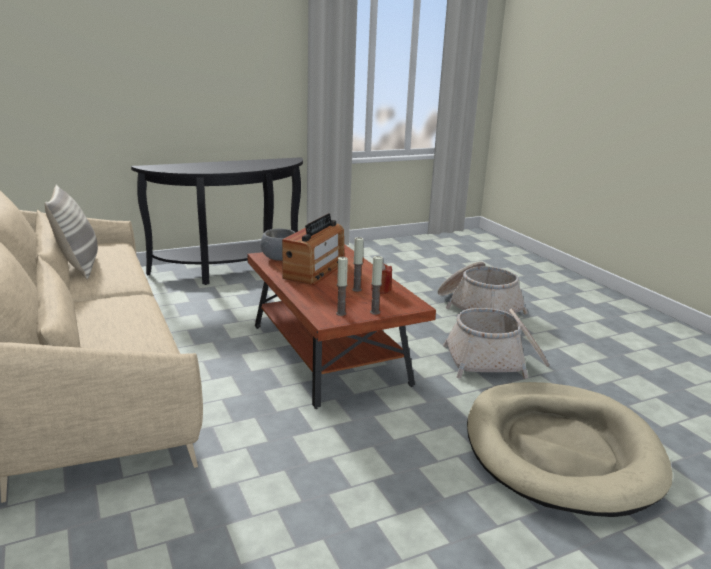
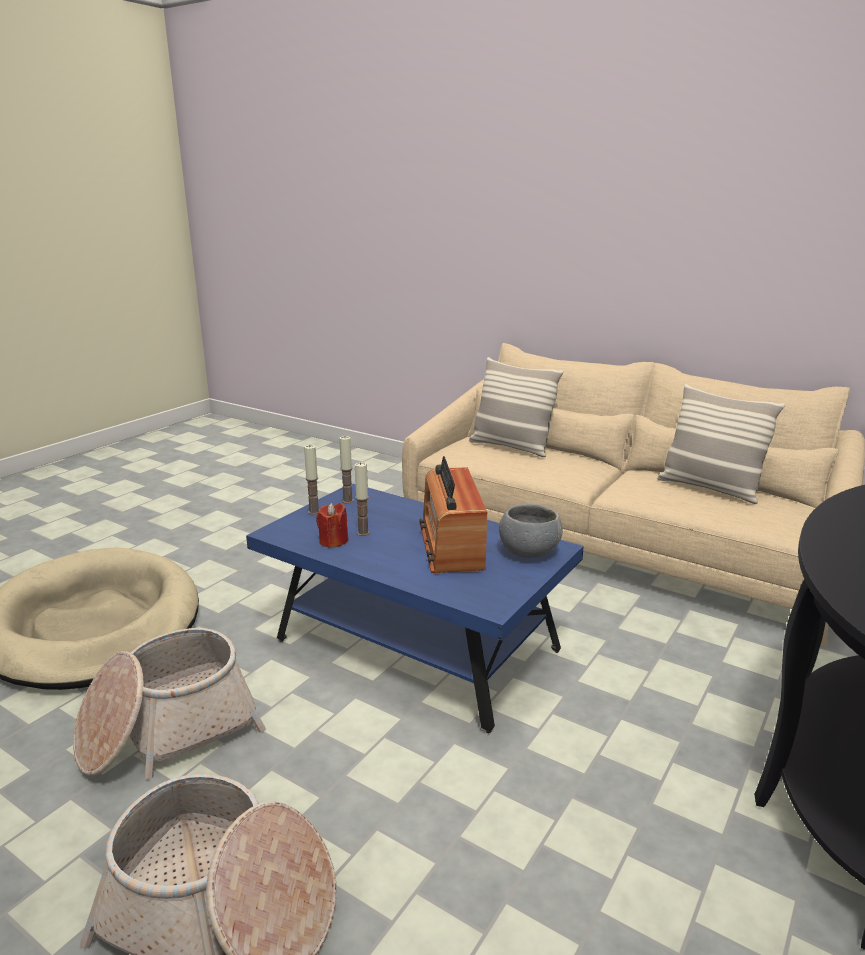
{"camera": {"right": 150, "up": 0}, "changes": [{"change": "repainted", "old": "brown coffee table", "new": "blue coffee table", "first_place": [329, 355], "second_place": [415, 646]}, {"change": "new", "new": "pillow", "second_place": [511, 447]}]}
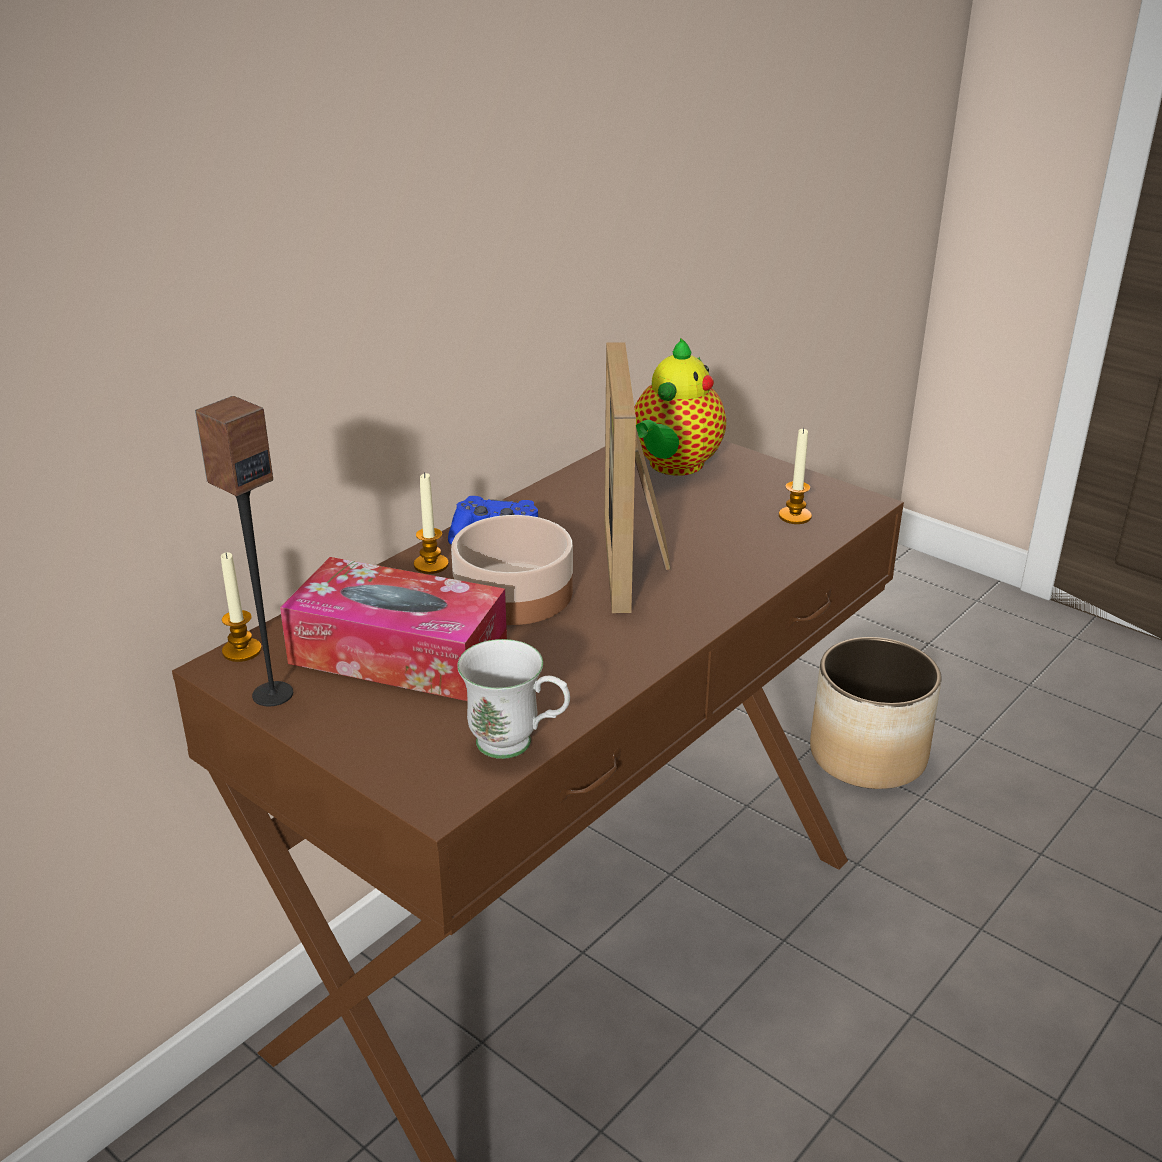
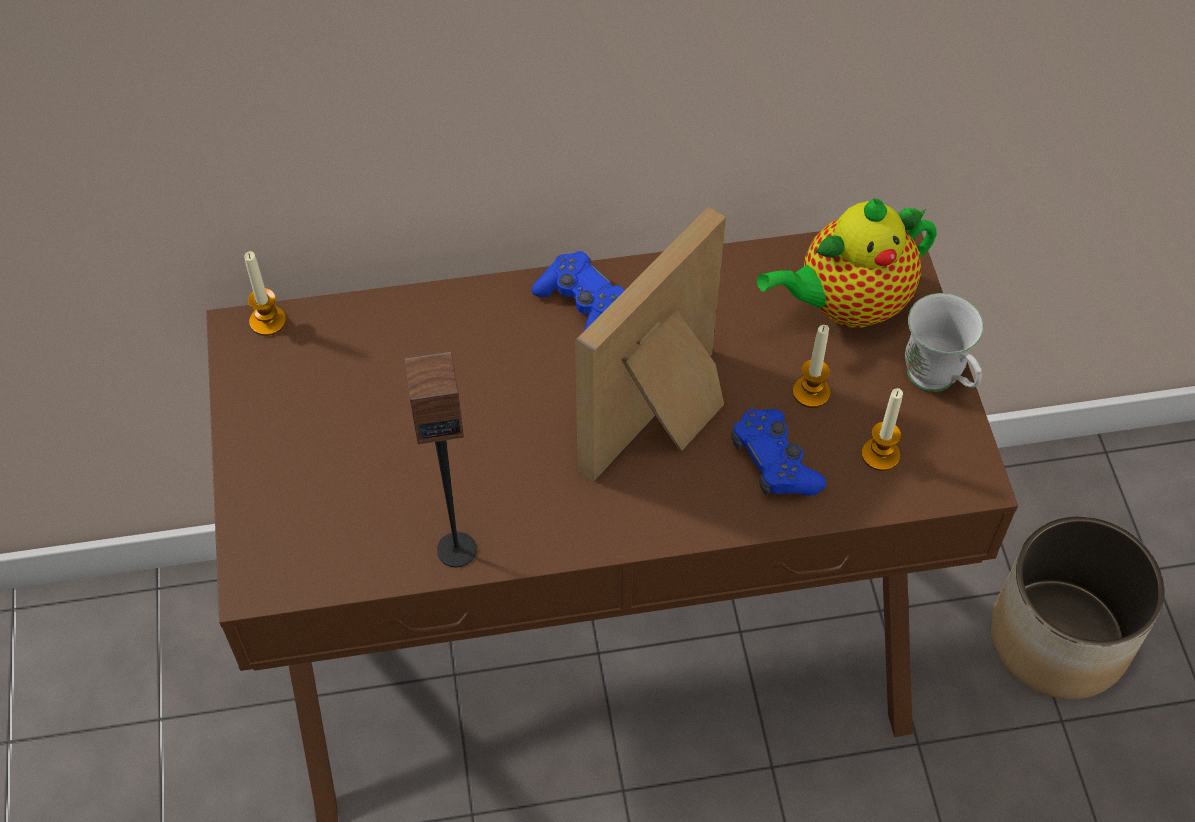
{"camera": {"right": 40, "up": 25}, "changes": [{"change": "shifted", "old": "speaker", "first_place": [272, 694], "second_place": [456, 549]}, {"change": "shifted", "old": "candle", "first_place": [431, 565], "second_place": [811, 392]}, {"change": "gone", "old": "bowl", "first_place": [515, 593]}, {"change": "gone", "old": "tissue box", "first_place": [398, 653]}, {"change": "shifted", "old": "white mug", "first_place": [517, 746], "second_place": [938, 383]}, {"change": "new", "new": "blue game controller", "second_place": [774, 463]}]}
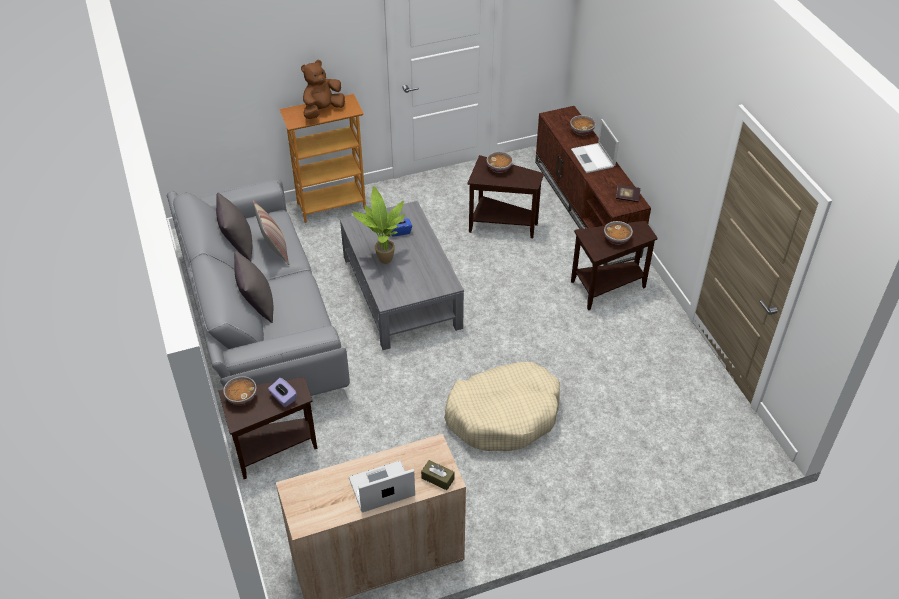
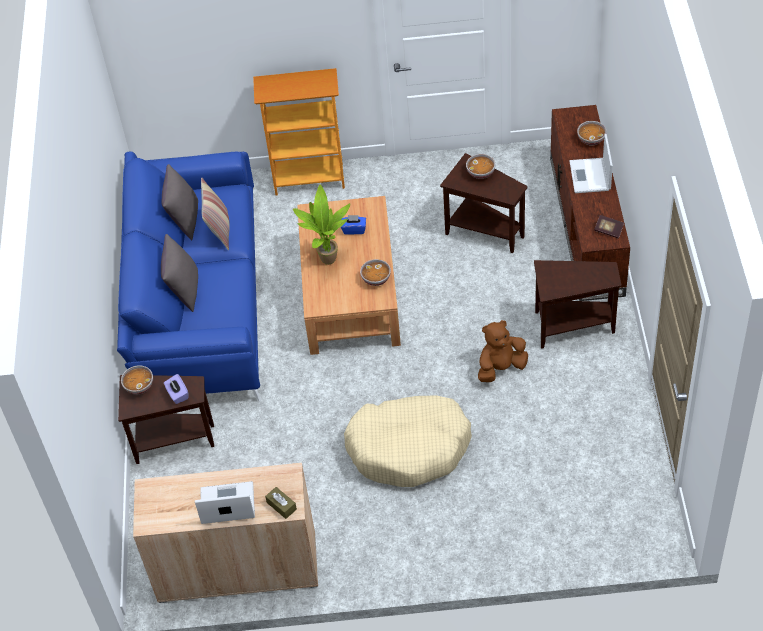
{"camera": {"right": 20, "up": 5}, "changes": [{"change": "shifted", "old": "brown plush toy", "first_place": [322, 110], "second_place": [501, 368]}, {"change": "repainted", "old": "grey sofa", "new": "blue sofa", "first_place": [261, 321], "second_place": [198, 301]}, {"change": "repainted", "old": "grey coffee table", "new": "brown coffee table", "first_place": [401, 291], "second_place": [350, 292]}, {"change": "shifted", "old": "bowl", "first_place": [617, 239], "second_place": [376, 279]}]}
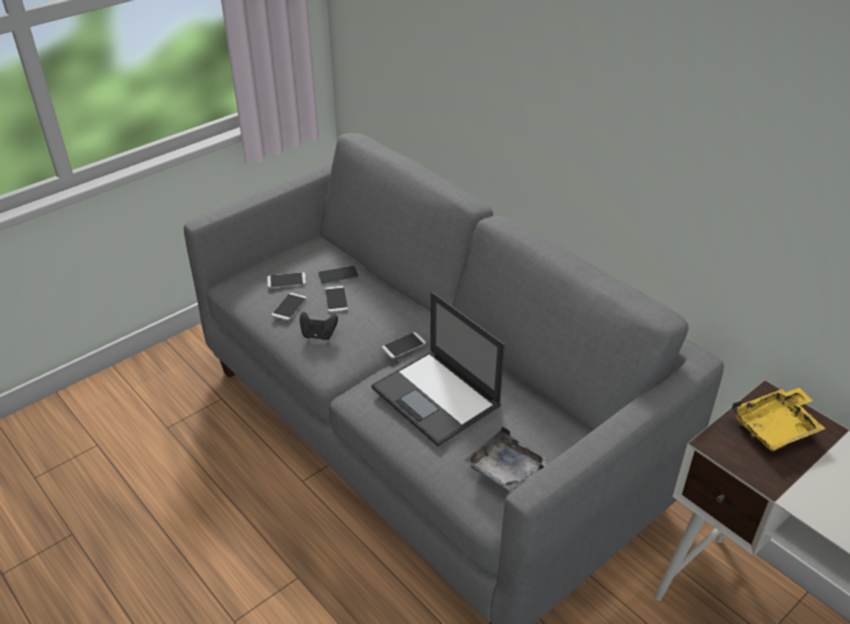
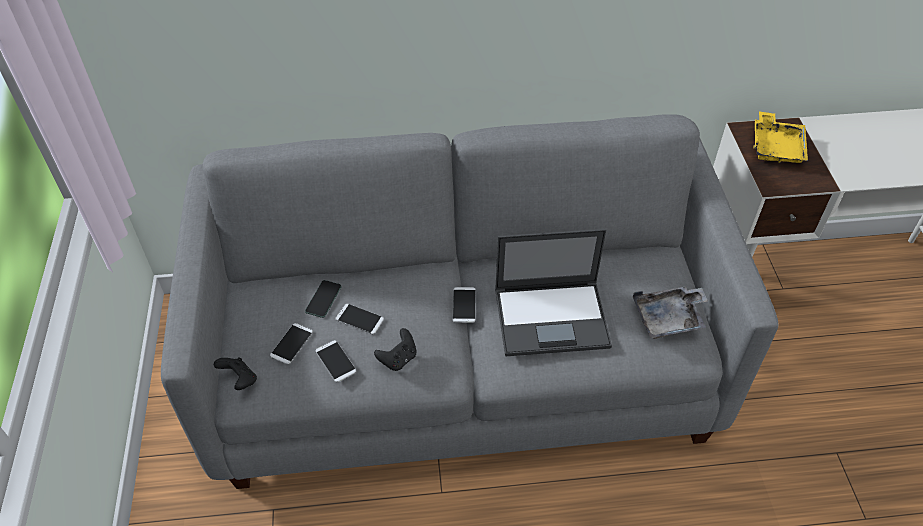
{"camera": {"right": -55, "up": 10}, "changes": [{"change": "new", "new": "black game controller", "second_place": [240, 380]}]}
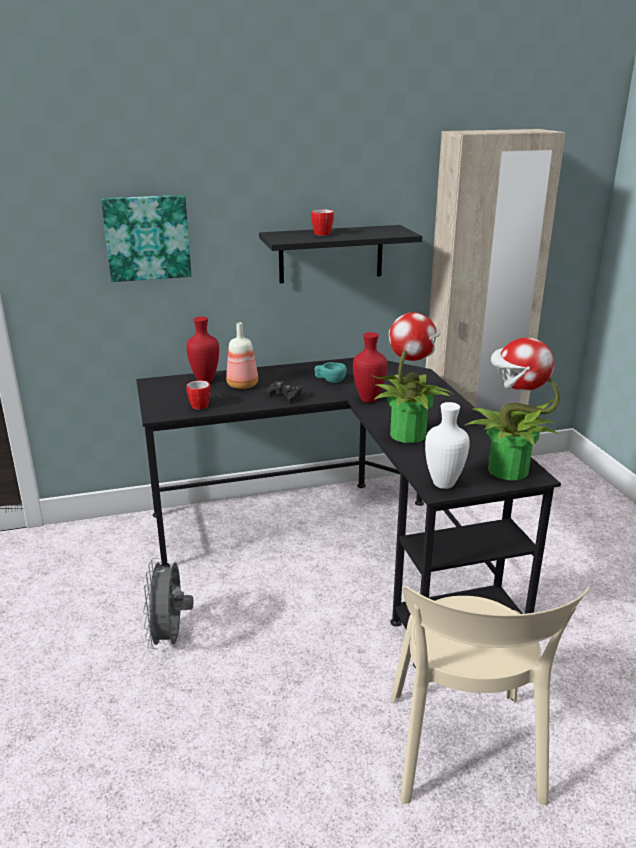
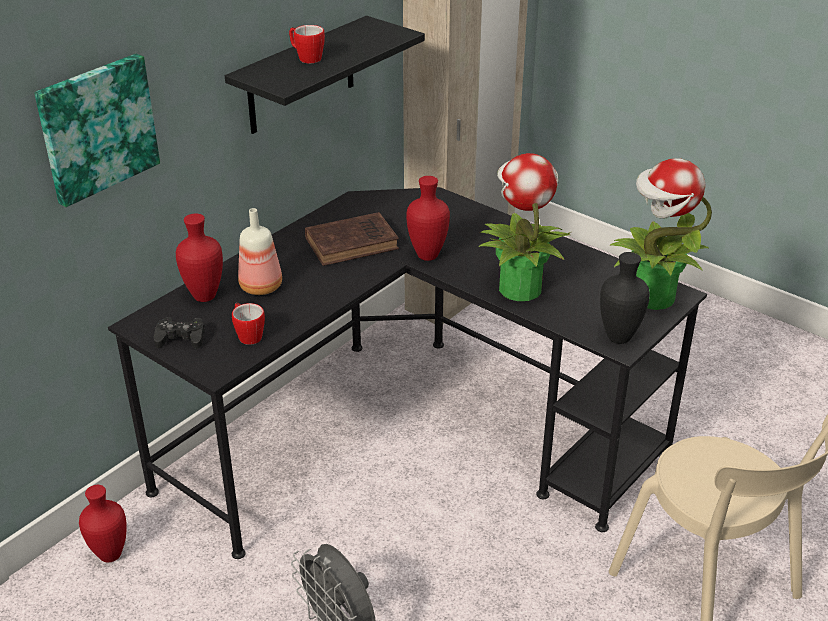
{"camera": {"right": -35, "up": 10}, "changes": [{"change": "swapped", "old": "turquoise cup", "new": "brown book", "first_place": [330, 381], "second_place": [354, 243]}, {"change": "shifted", "old": "black game controller", "first_place": [285, 396], "second_place": [181, 338]}, {"change": "repainted", "old": "white vase", "new": "black vase", "first_place": [443, 485], "second_place": [620, 338]}, {"change": "new", "new": "red vase", "second_place": [110, 554]}]}
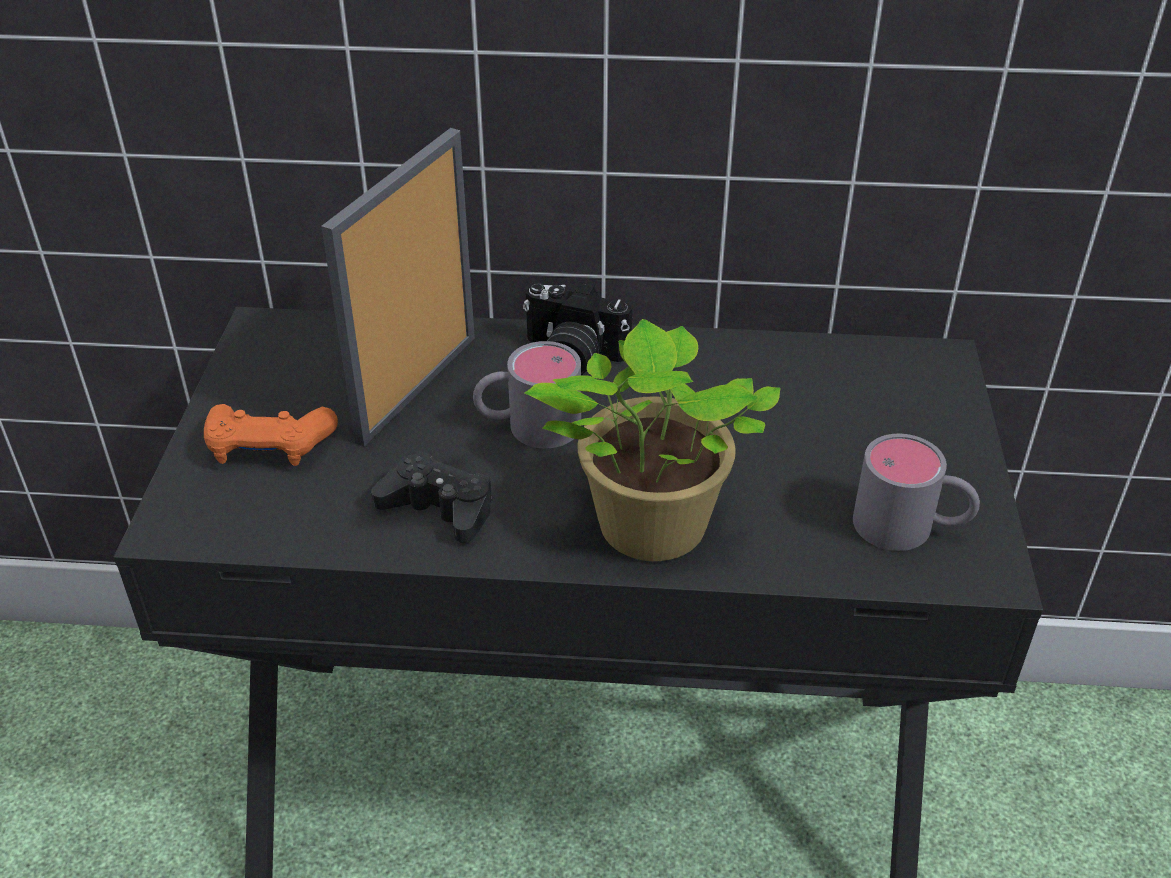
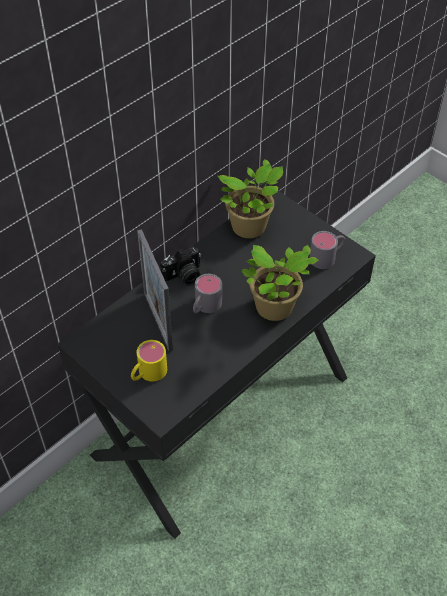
{"camera": {"right": -50, "up": 10}, "changes": [{"change": "swapped", "old": "orange game controller", "new": "yellow mug", "first_place": [269, 447], "second_place": [148, 373]}, {"change": "gone", "old": "black game controller", "first_place": [439, 507]}, {"change": "new", "new": "potted plant", "second_place": [250, 228]}]}
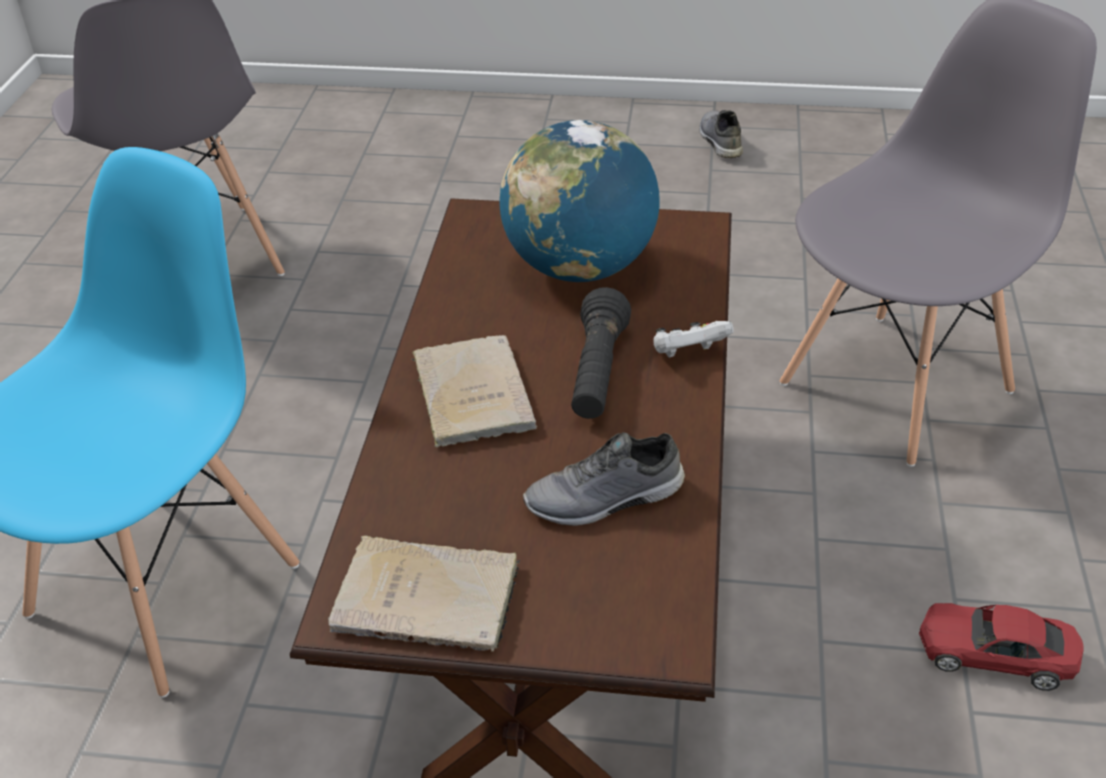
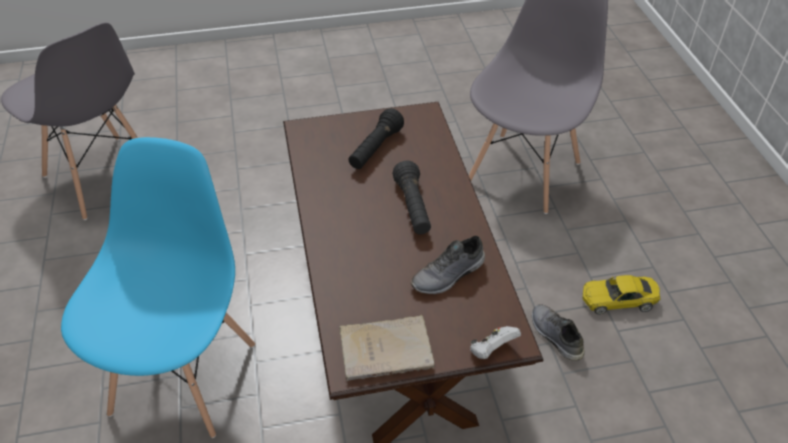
{"camera": {"right": -20, "up": 5}, "changes": [{"change": "shifted", "old": "grey shoe", "first_place": [719, 141], "second_place": [555, 336]}, {"change": "swapped", "old": "globe", "new": "black flashlight", "first_place": [580, 268], "second_place": [375, 149]}, {"change": "shifted", "old": "white game controller", "first_place": [688, 354], "second_place": [492, 350]}, {"change": "gone", "old": "beige book", "first_place": [471, 392]}, {"change": "repainted", "old": "red toy car", "new": "yellow toy car", "first_place": [995, 654], "second_place": [618, 299]}]}
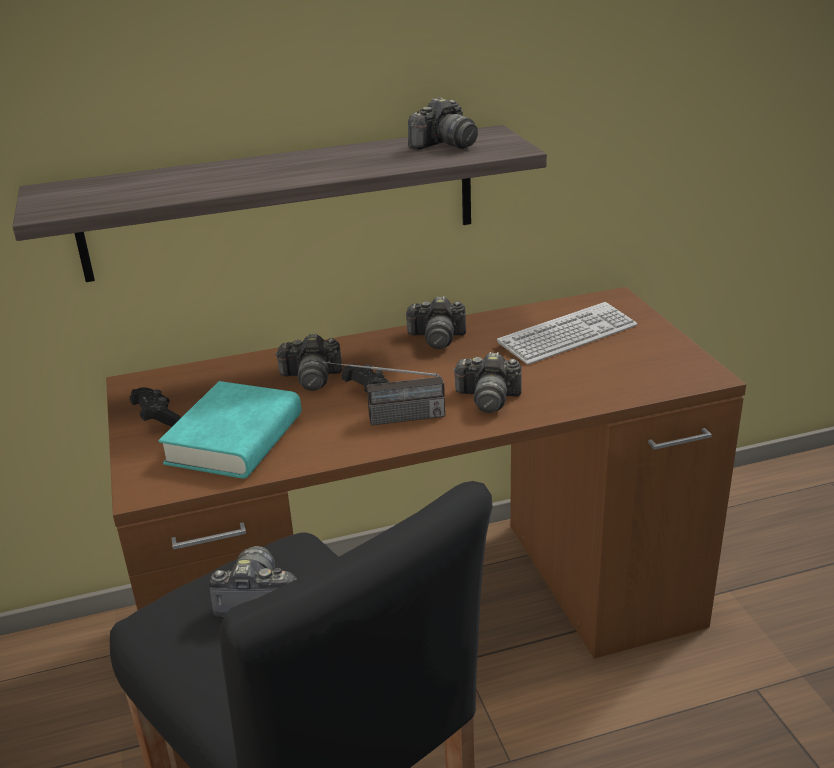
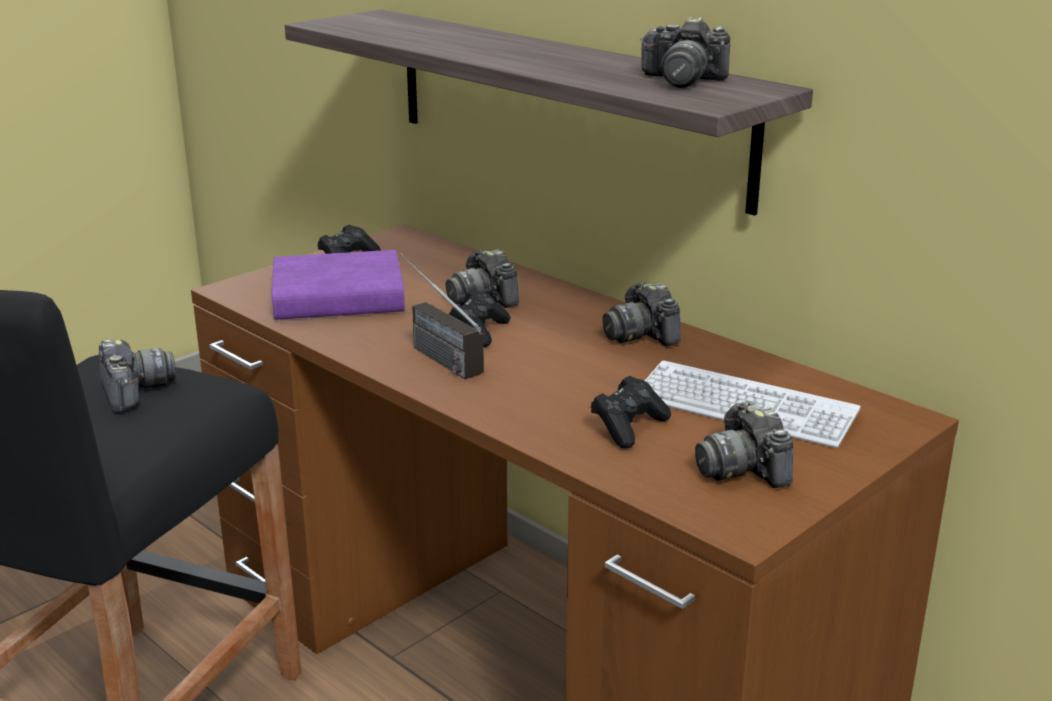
{"camera": {"right": 60, "up": -5}, "changes": [{"change": "shifted", "old": "photo camera", "first_place": [488, 398], "second_place": [743, 469]}, {"change": "repainted", "old": "turquoise book", "new": "purple book", "first_place": [235, 439], "second_place": [338, 298]}, {"change": "new", "new": "black game controller", "second_place": [629, 427]}]}
